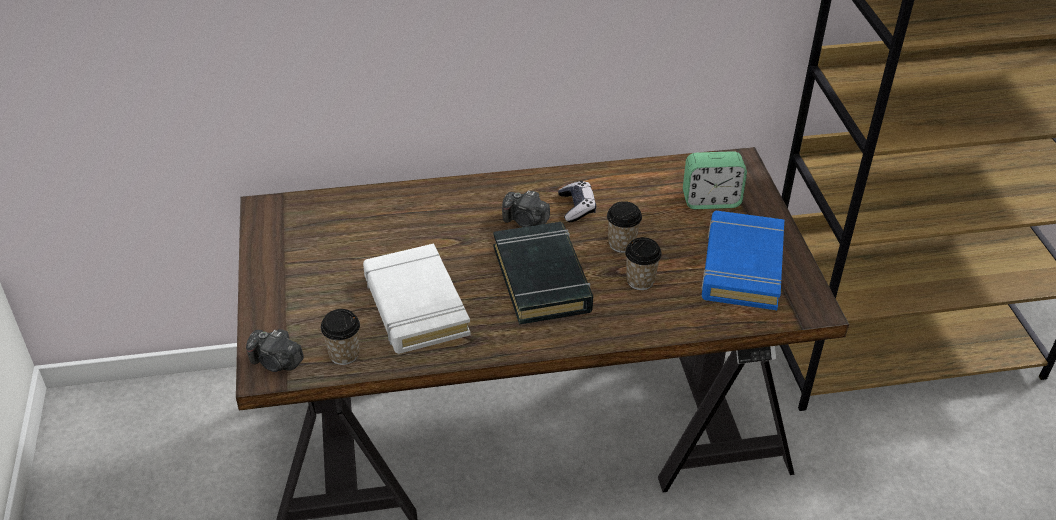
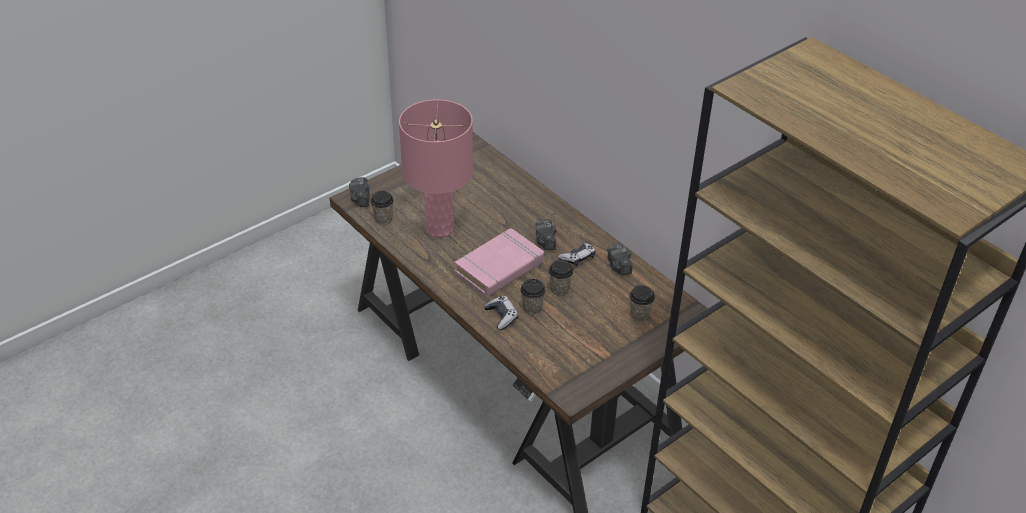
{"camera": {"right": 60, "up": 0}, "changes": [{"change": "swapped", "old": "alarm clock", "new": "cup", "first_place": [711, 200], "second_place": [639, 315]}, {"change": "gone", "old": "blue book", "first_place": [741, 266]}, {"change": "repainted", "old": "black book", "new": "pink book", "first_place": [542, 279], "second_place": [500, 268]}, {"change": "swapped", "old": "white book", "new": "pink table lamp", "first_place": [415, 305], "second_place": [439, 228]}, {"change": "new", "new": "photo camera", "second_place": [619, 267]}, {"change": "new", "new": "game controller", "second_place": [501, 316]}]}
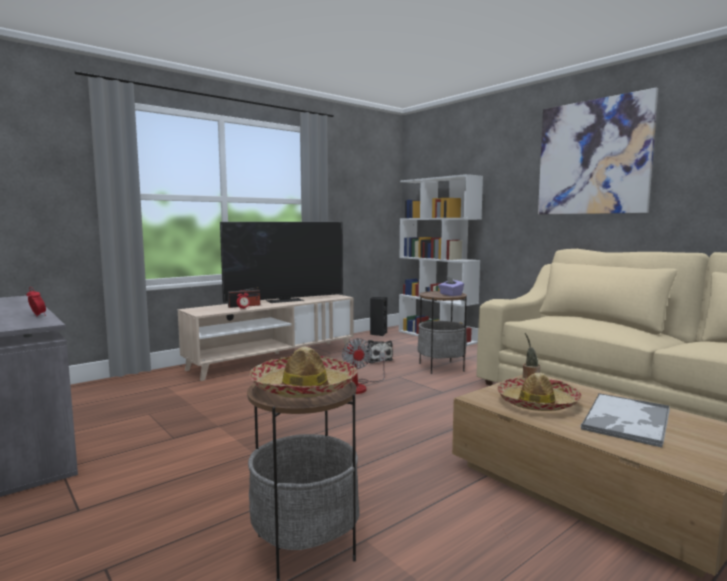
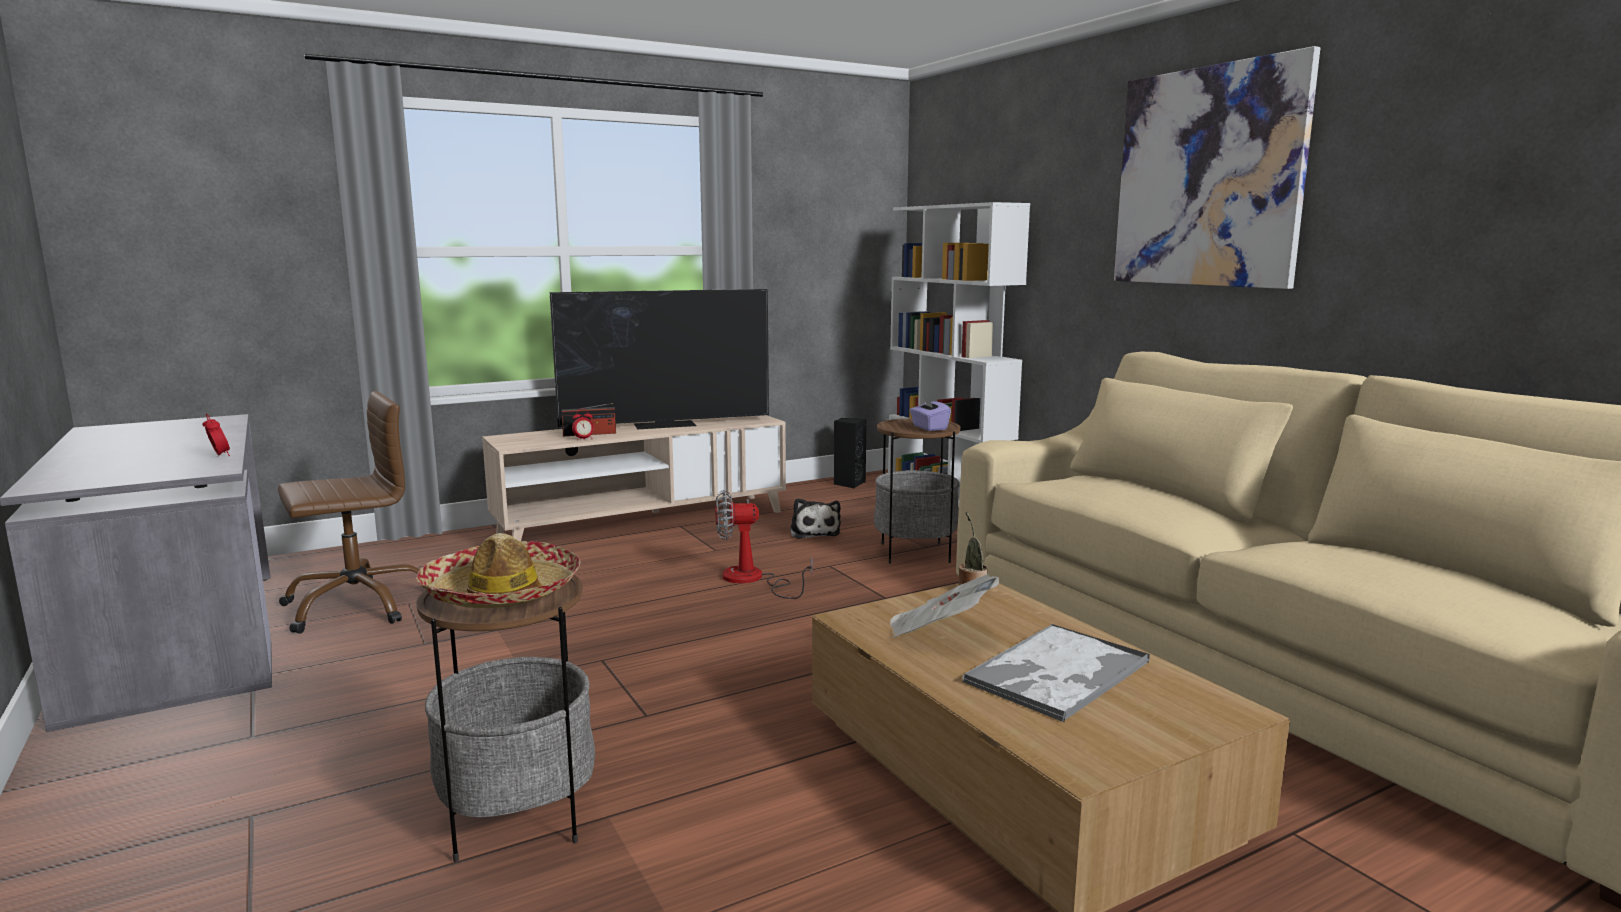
{"camera": {"right": 10, "up": 5}, "changes": [{"change": "rotated", "old": "fan", "first_place": [359, 387], "second_place": [752, 580], "degrees": 90}, {"change": "swapped", "old": "hat", "new": "newspaper", "first_place": [537, 403], "second_place": [938, 633]}, {"change": "new", "new": "brown office chair", "second_place": [357, 604]}]}
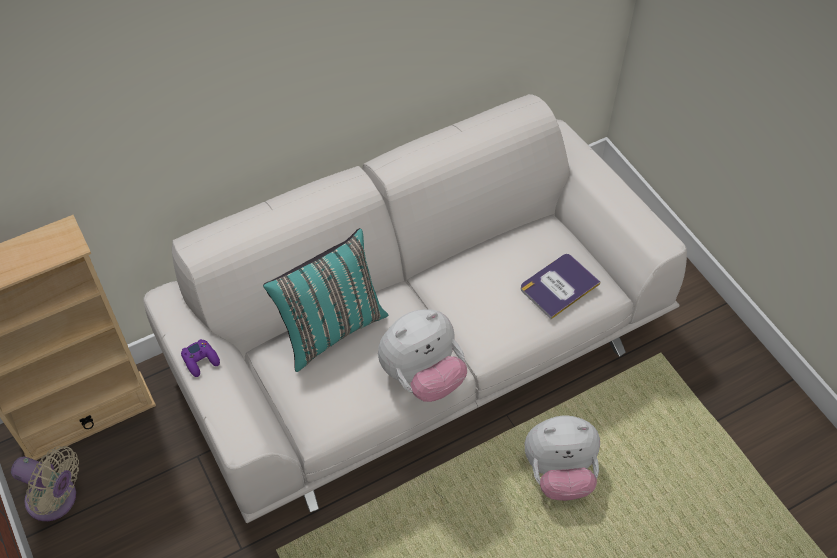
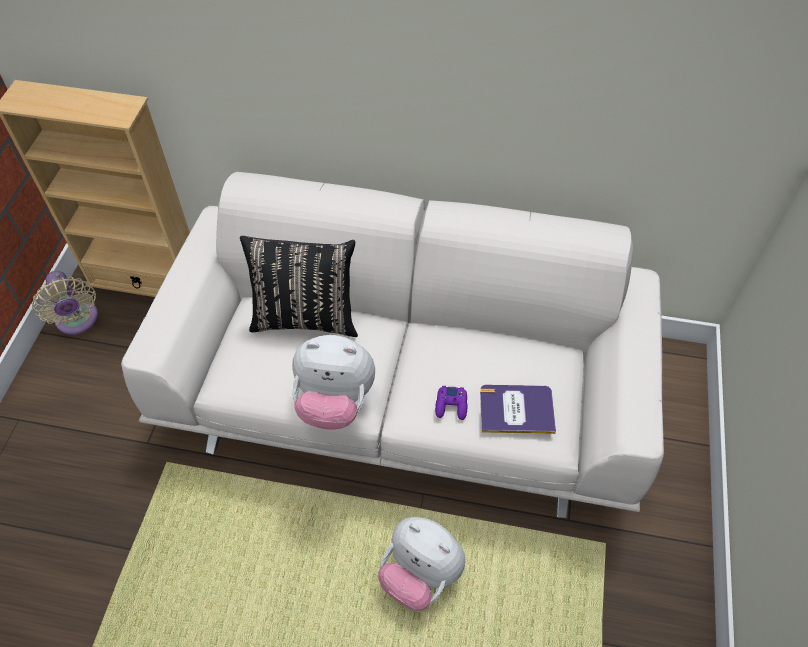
{"camera": {"right": 40, "up": 0}, "changes": [{"change": "repainted", "old": "turquoise pillow", "new": "black pillow", "first_place": [330, 329], "second_place": [306, 317]}, {"change": "shifted", "old": "purple game controller", "first_place": [201, 360], "second_place": [451, 405]}]}
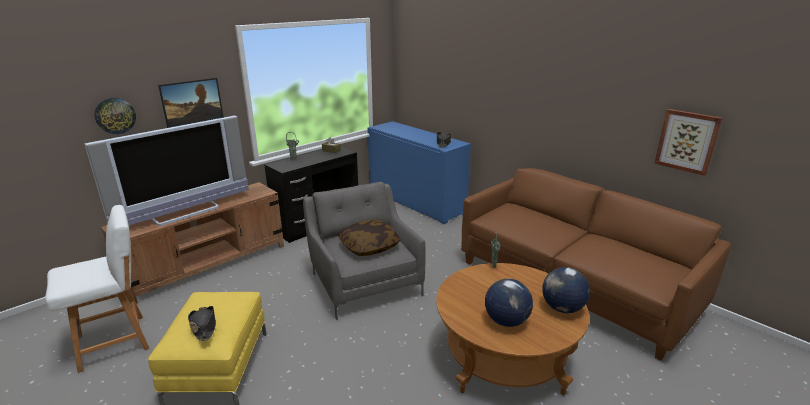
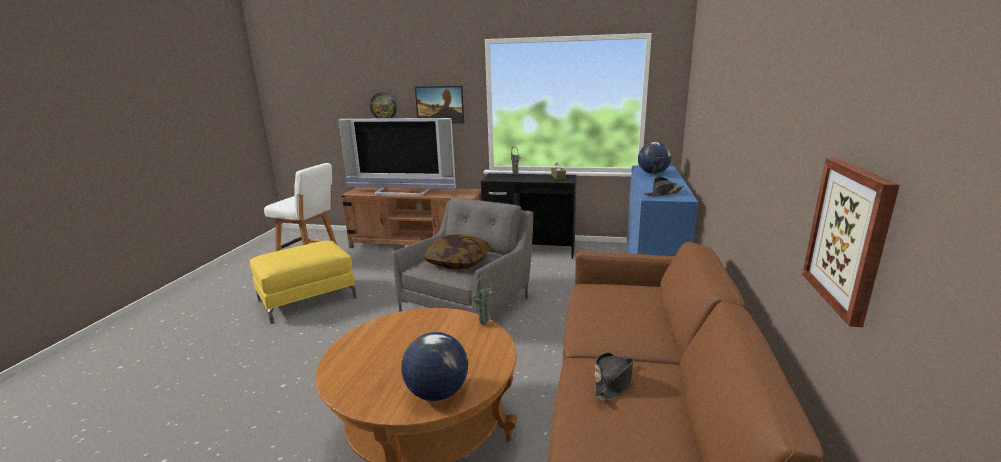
{"camera": {"right": 55, "up": -5}, "changes": [{"change": "shifted", "old": "globe", "first_place": [506, 321], "second_place": [653, 173]}, {"change": "shifted", "old": "black hat", "first_place": [204, 326], "second_place": [613, 381]}]}
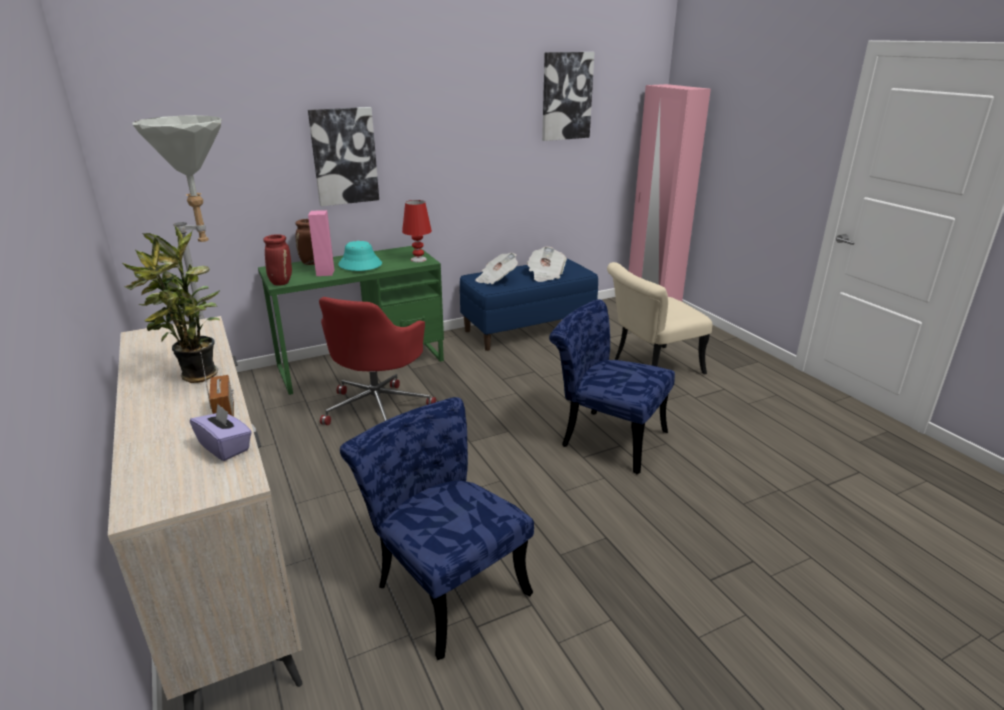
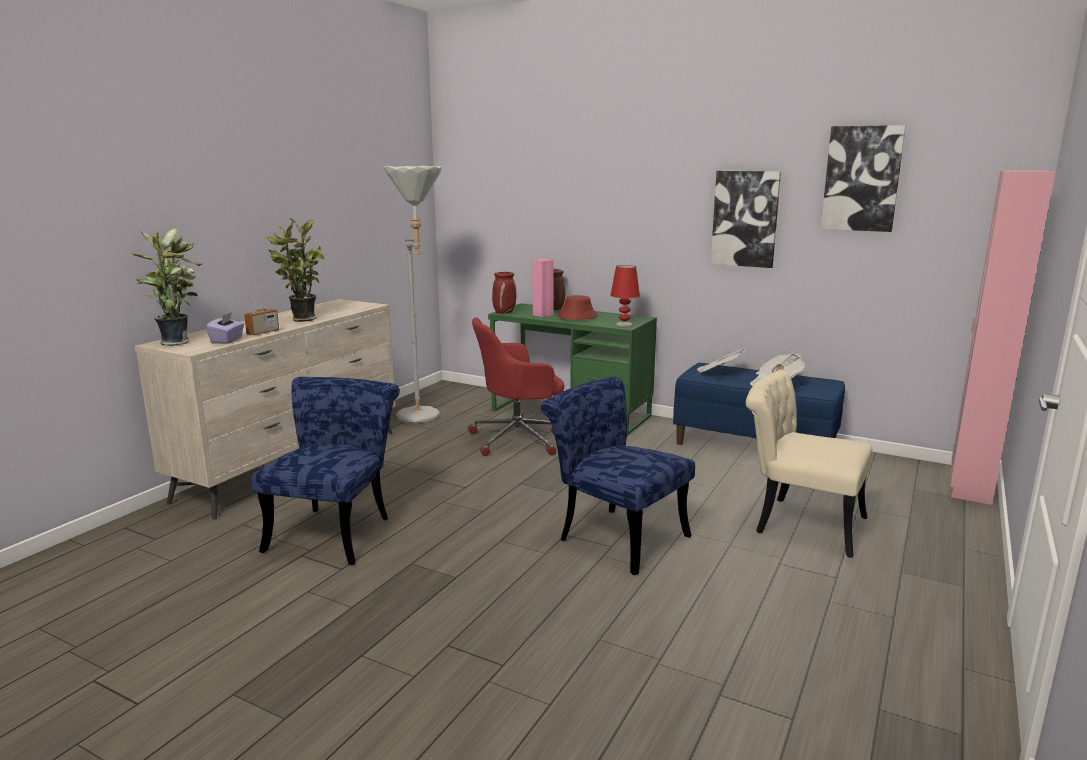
{"camera": {"right": 55, "up": -10}, "changes": [{"change": "shifted", "old": "picture", "first_place": [344, 156], "second_place": [745, 219]}, {"change": "repainted", "old": "turquoise hat", "new": "red hat", "first_place": [360, 265], "second_place": [577, 317]}, {"change": "rotated", "old": "blue chair", "first_place": [605, 437], "second_place": [614, 535], "degrees": -45}, {"change": "new", "new": "potted plant", "second_place": [176, 342]}]}
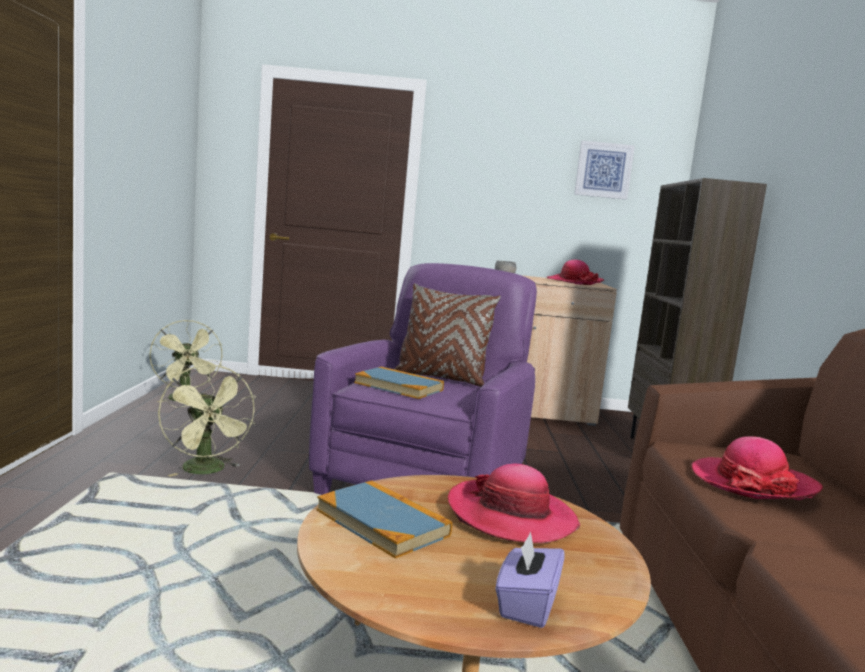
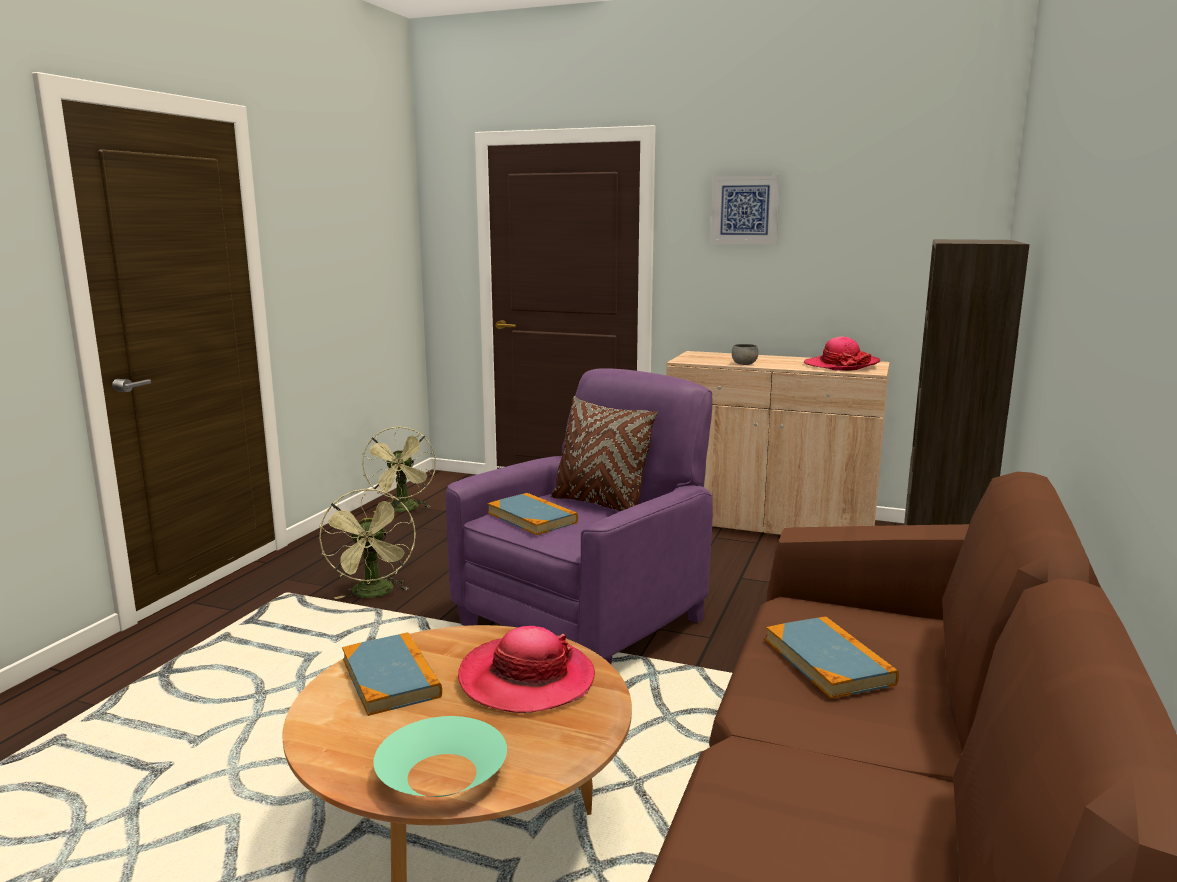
{"camera": {"right": 20, "up": 5}, "changes": [{"change": "shifted", "old": "picture", "first_place": [603, 170], "second_place": [745, 209]}, {"change": "swapped", "old": "hat", "new": "book", "first_place": [753, 483], "second_place": [828, 661]}, {"change": "swapped", "old": "purple tissue box", "new": "turquoise bowl", "first_place": [526, 605], "second_place": [441, 775]}]}
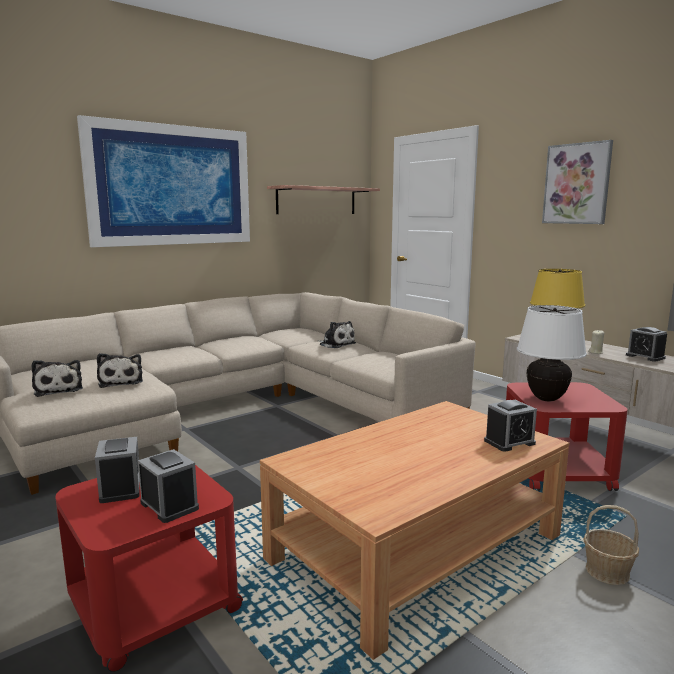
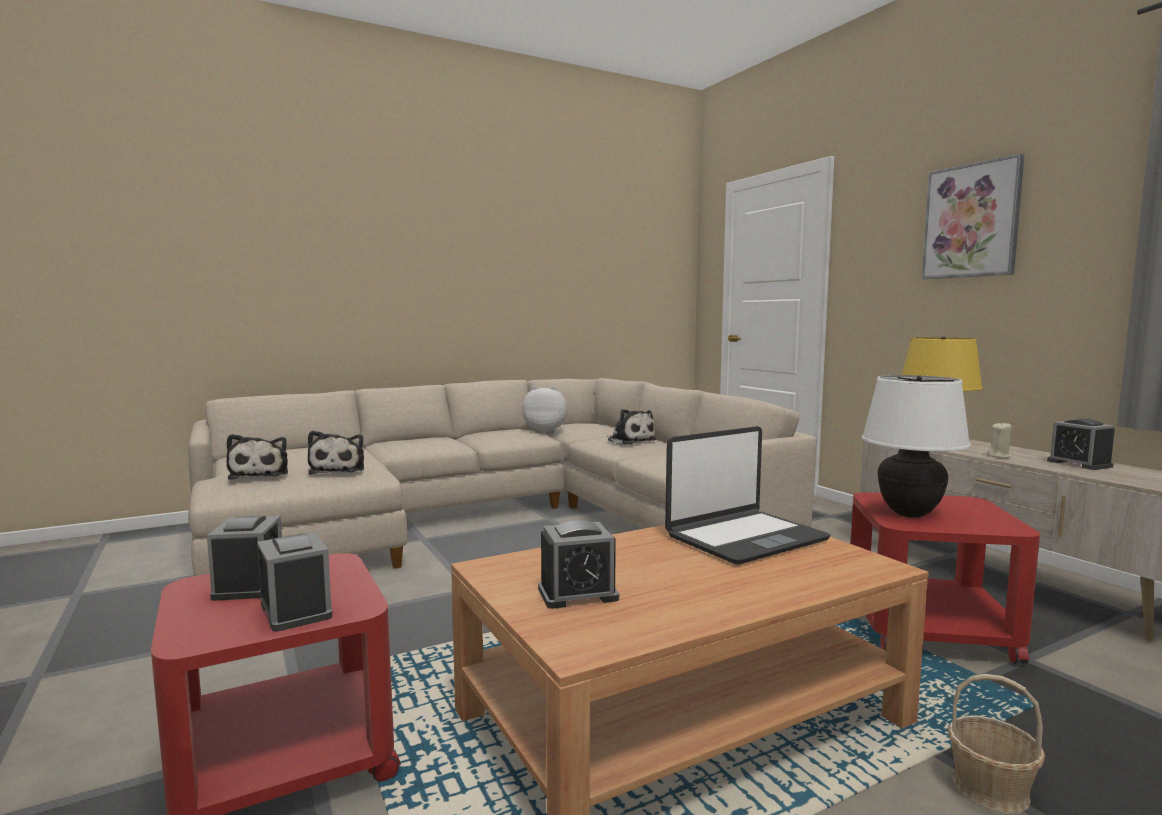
{"camera": {"right": 10, "up": -5}, "changes": [{"change": "gone", "old": "picture", "first_place": [171, 185]}, {"change": "gone", "old": "shelf", "first_place": [316, 201]}, {"change": "shifted", "old": "alarm clock", "first_place": [509, 442], "second_place": [578, 594]}, {"change": "new", "new": "plush toy", "second_place": [545, 432]}, {"change": "new", "new": "laptop", "second_place": [745, 538]}]}
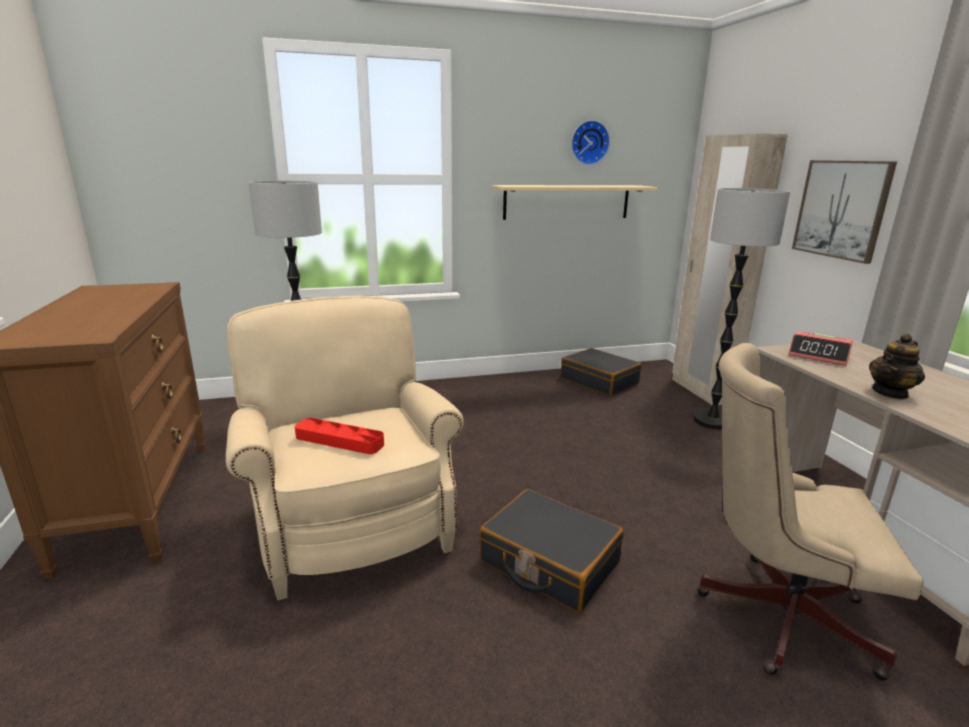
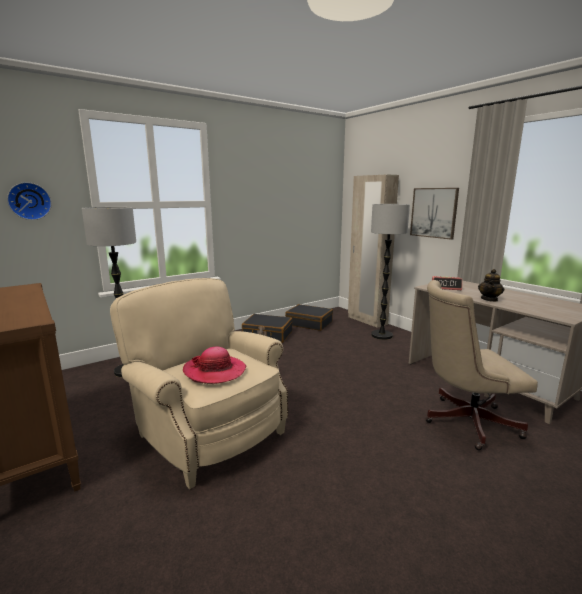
{"camera": {"right": -20, "up": -5}, "changes": [{"change": "shifted", "old": "wall clock", "first_place": [589, 143], "second_place": [29, 201]}, {"change": "gone", "old": "beige shelf", "first_place": [567, 202]}, {"change": "swapped", "old": "red tray", "new": "hat", "first_place": [339, 440], "second_place": [215, 371]}, {"change": "shifted", "old": "black suitcase", "first_place": [549, 562], "second_place": [267, 335]}]}
